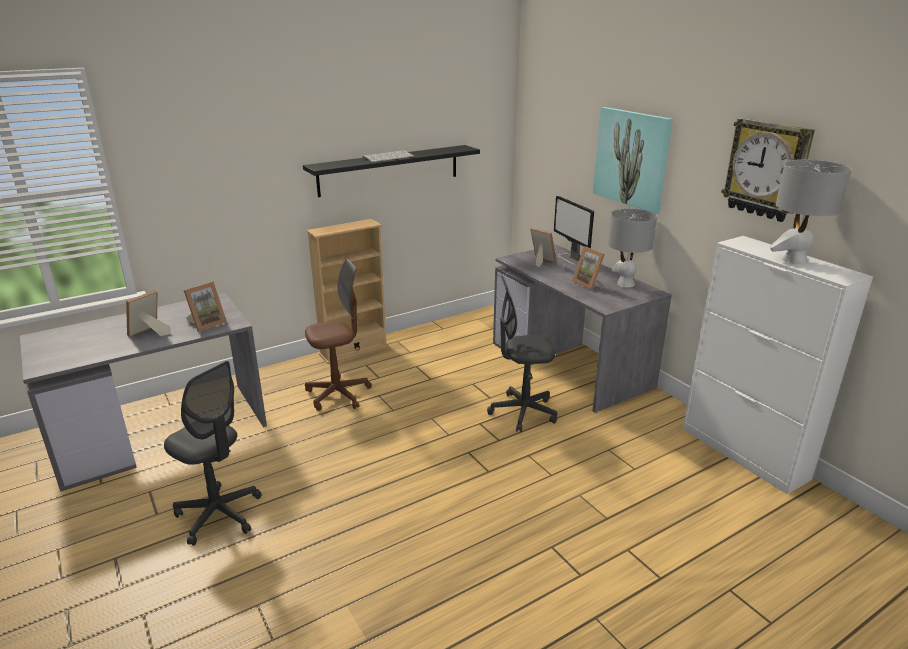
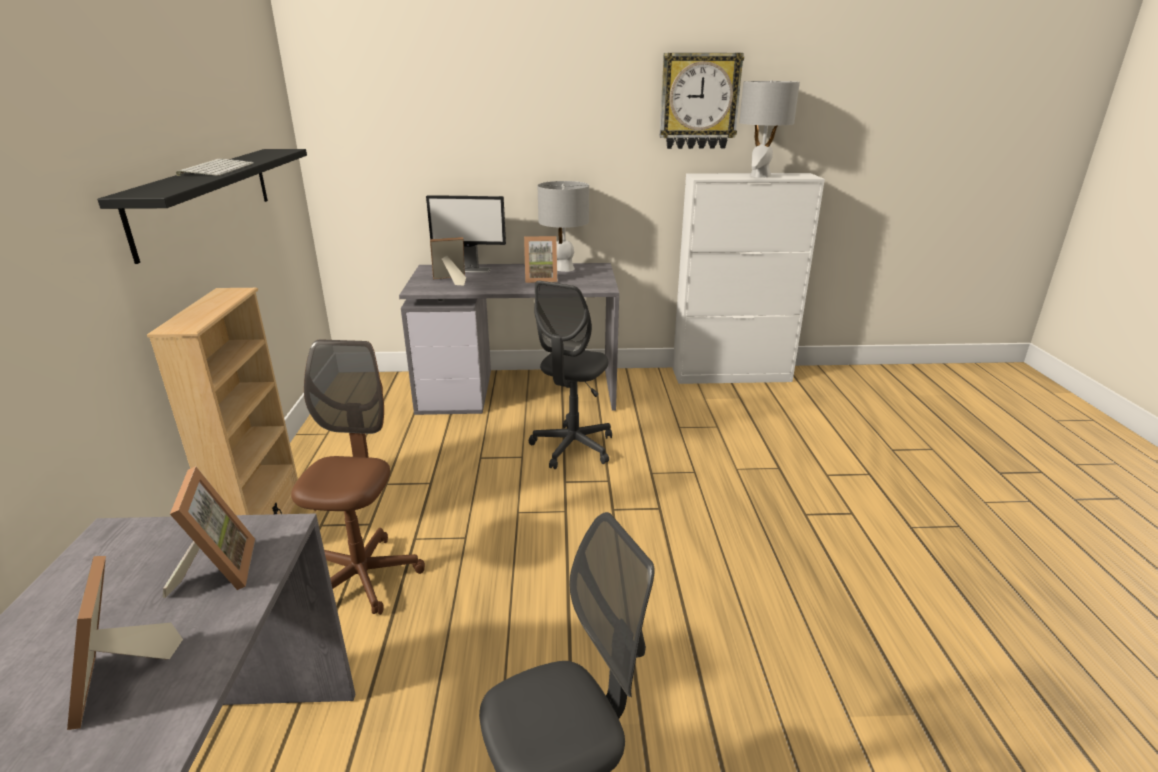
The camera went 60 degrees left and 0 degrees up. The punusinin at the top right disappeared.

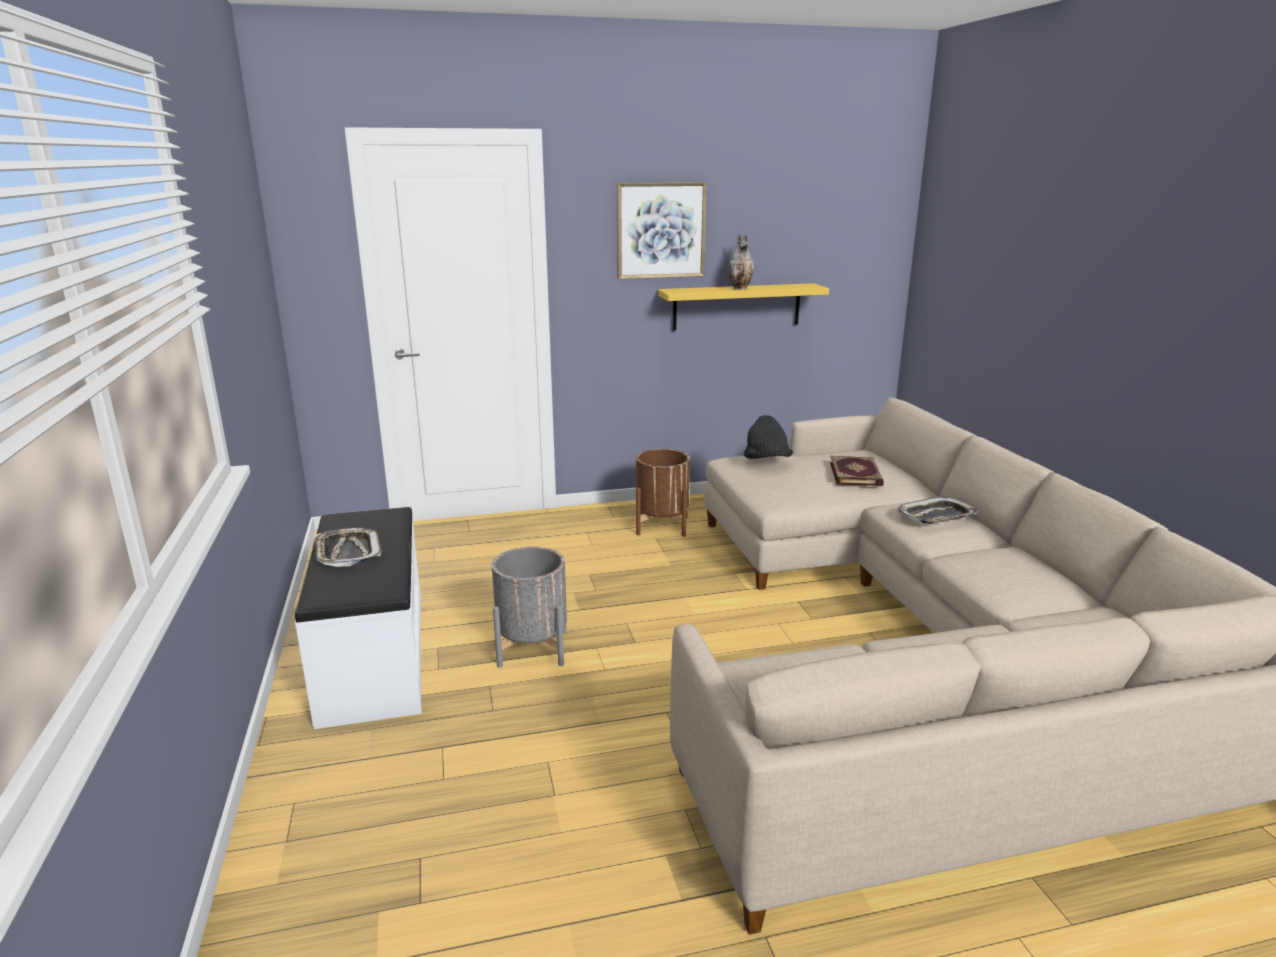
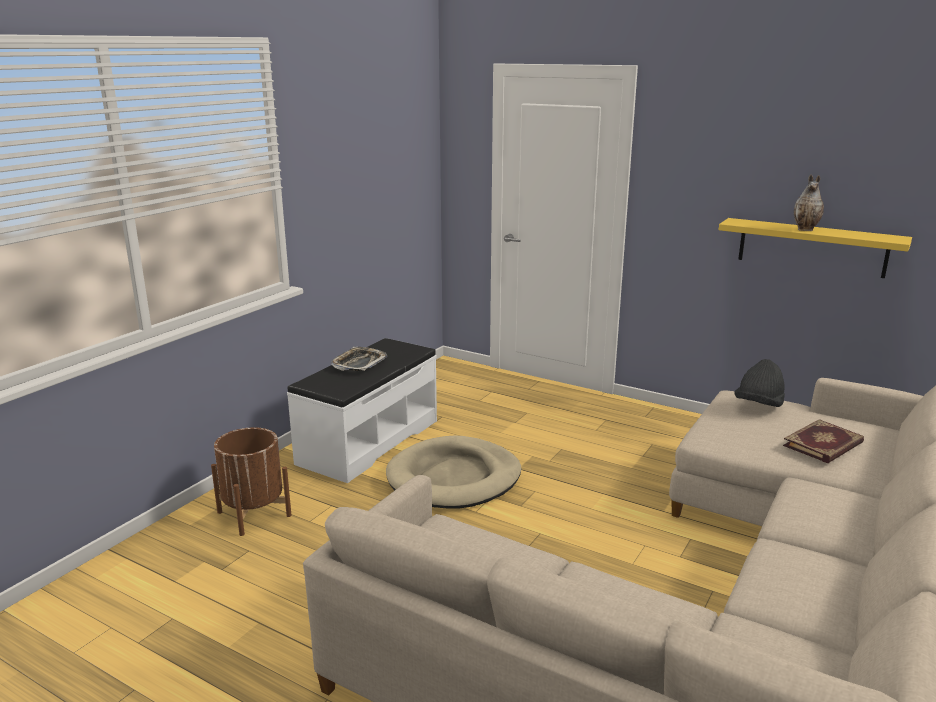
The camera went 45 degrees right and 0 degrees up. The punusinin at the top centre disappeared. The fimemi (no. 2 from left) at the middle right disappeared. The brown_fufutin moved from the centre to the bottom left. The grey_fufutin at the centre was replaced by the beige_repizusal at the bottom centre.

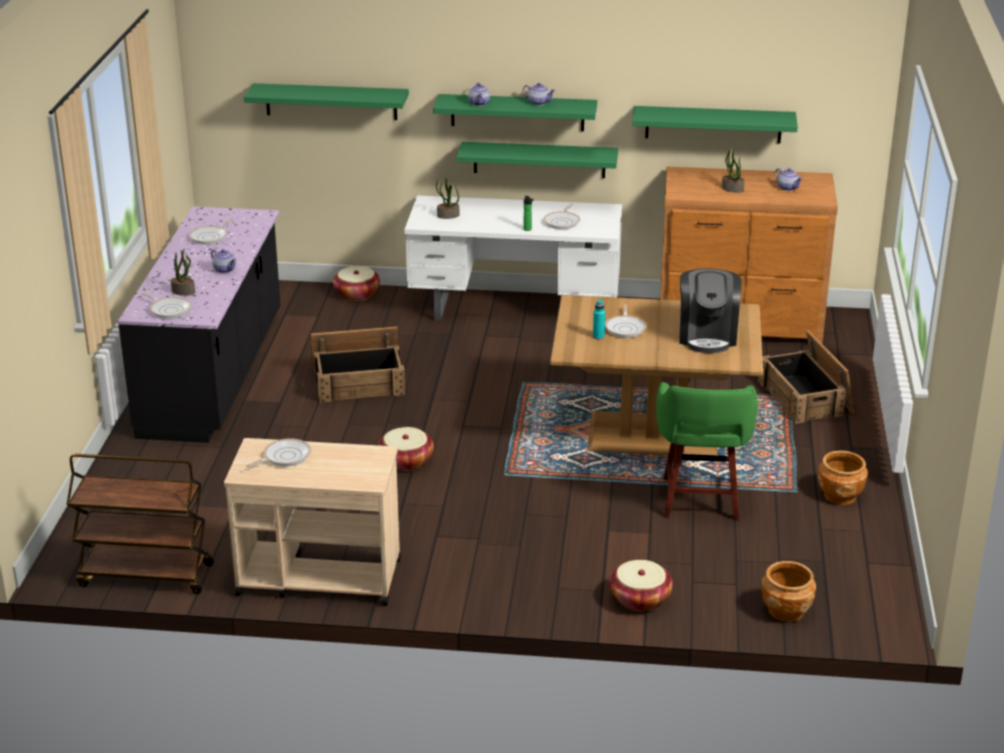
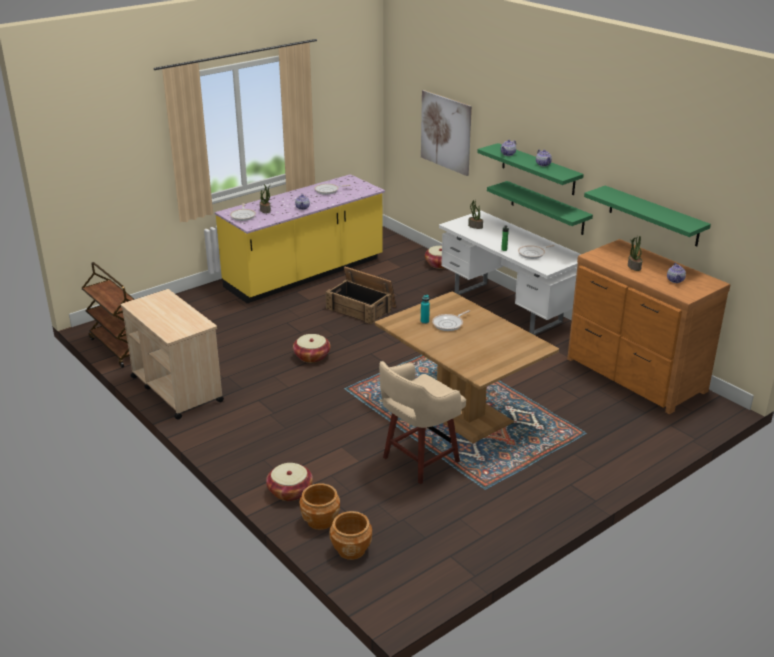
The camera went 45 degrees right and 0 degrees up. The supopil (no. 3 from left) at the middle left disappeared. The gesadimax at the middle right disappeared. The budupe (no. 2 from left) at the middle right disappeared. The brown_fufutin (no. 2 from left in the first image) moved from the middle right to the bottom centre. The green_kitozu (no. 1 from left) at the top left was replaced by the punusinin at the top centre. The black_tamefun at the middle left became the yellow_tamefun at the centre. The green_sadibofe at the middle right became the beige_sadibofe at the centre.

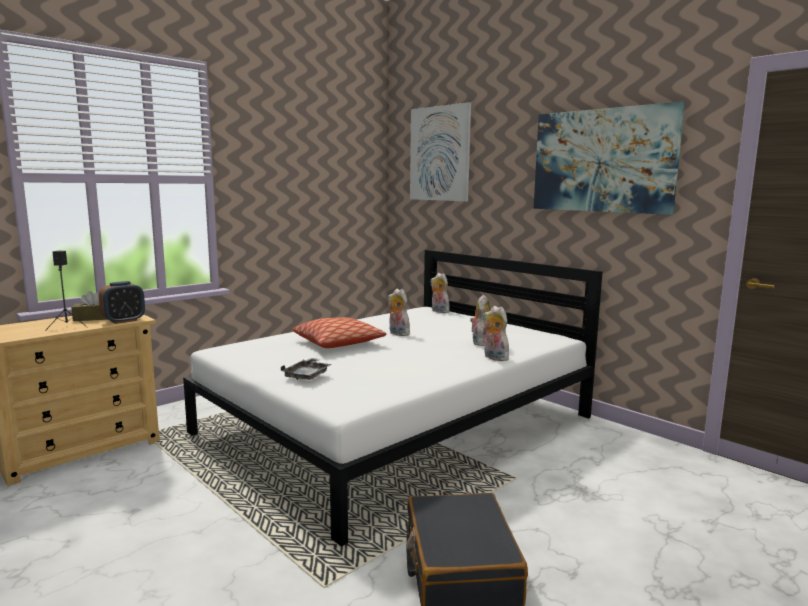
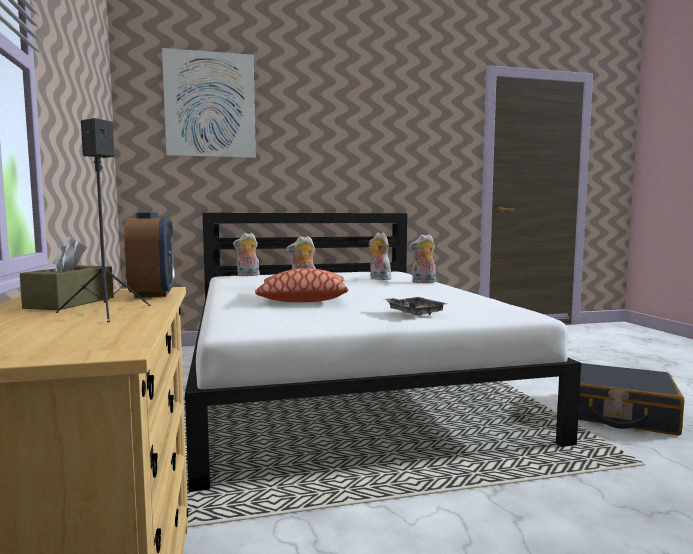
The camera went 60 degrees left and 5 degrees down. The punusinin (no. 2 from left) at the top right disappeared.

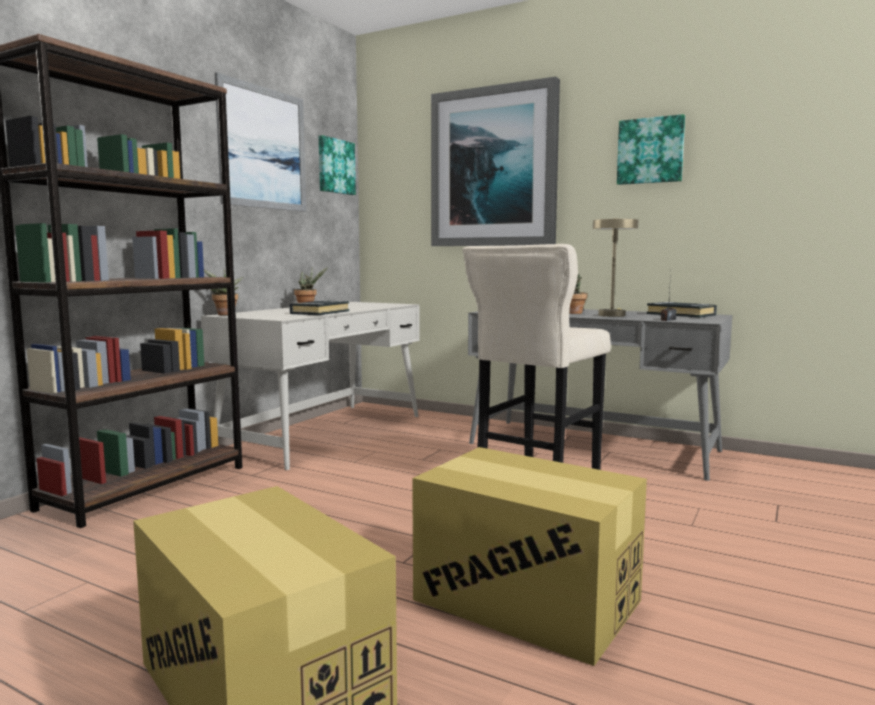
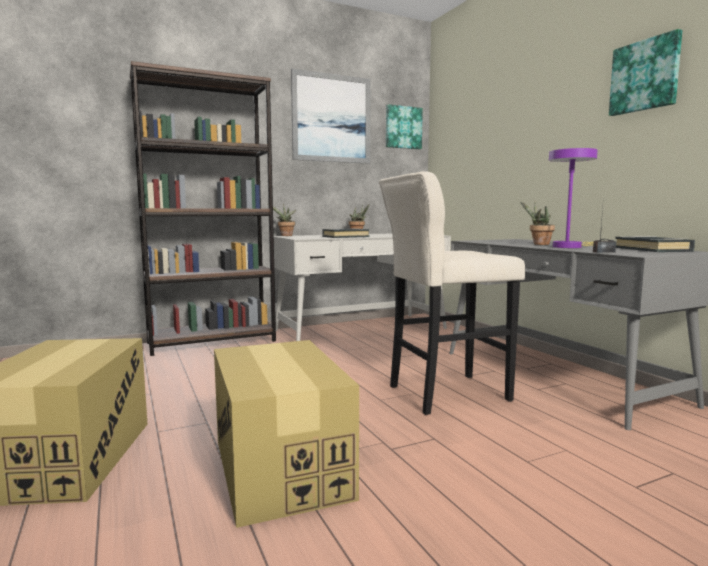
The camera went 35 degrees right and 0 degrees up. The punusinin (no. 3 from left) at the top centre disappeared. The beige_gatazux at the middle right became the purple_gatazux at the middle right.

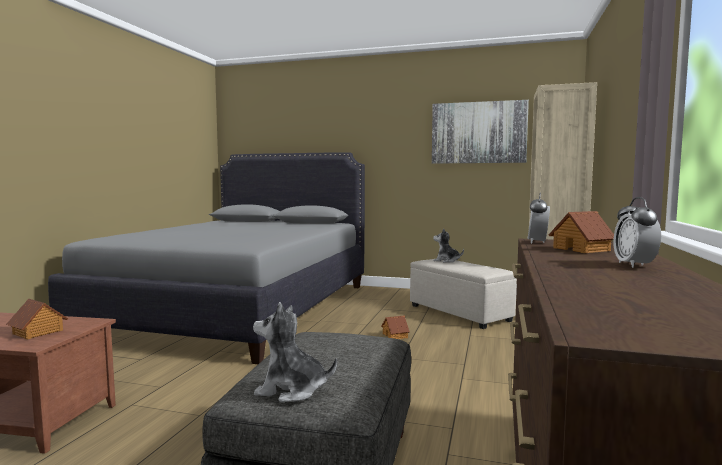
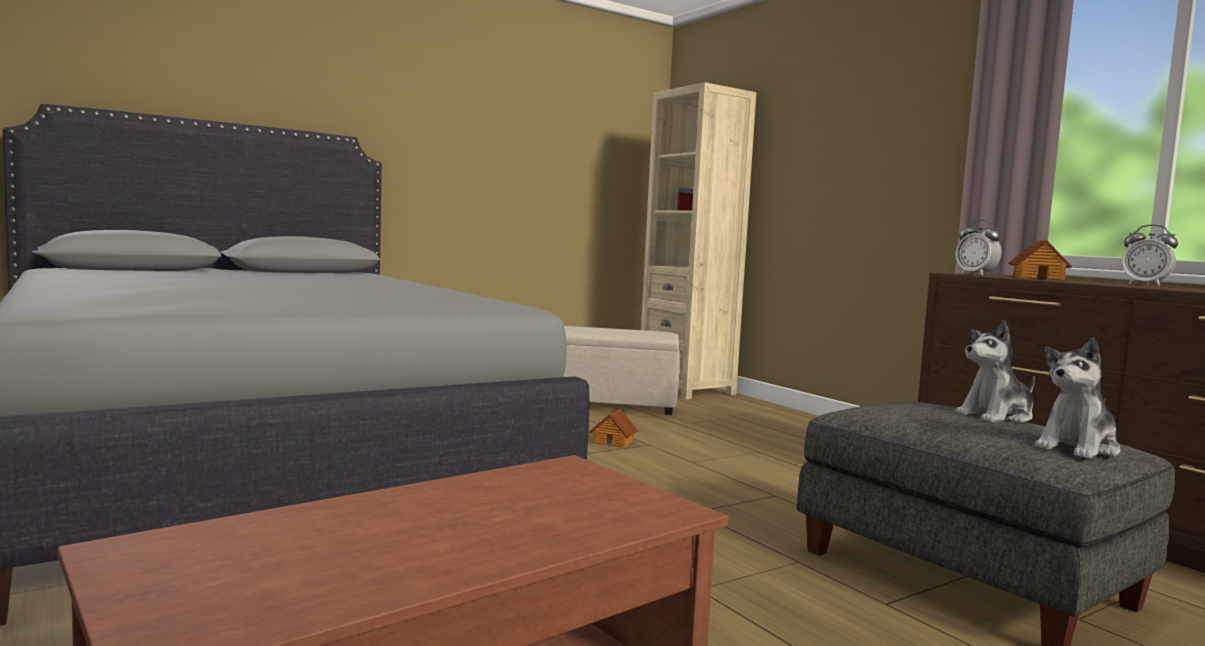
The camera went 50 degrees left and 0 degrees up. The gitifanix (no. 1 from left) at the bottom left disappeared. The punusinin at the top centre disappeared. The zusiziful (no. 2 from left in the first image) moved from the centre to the middle right.

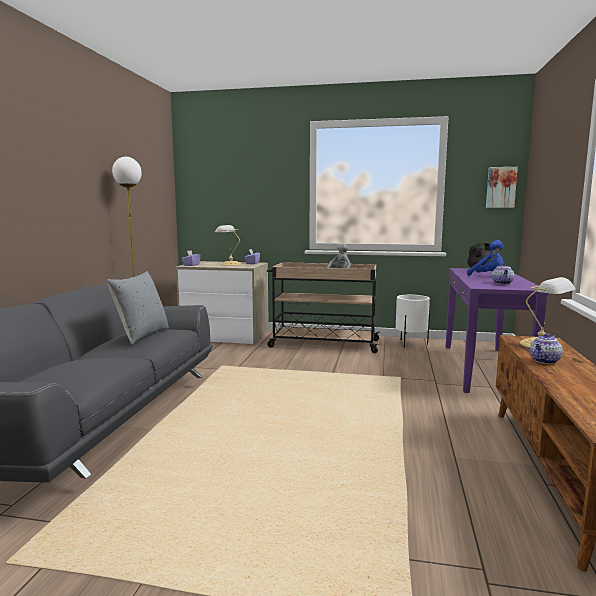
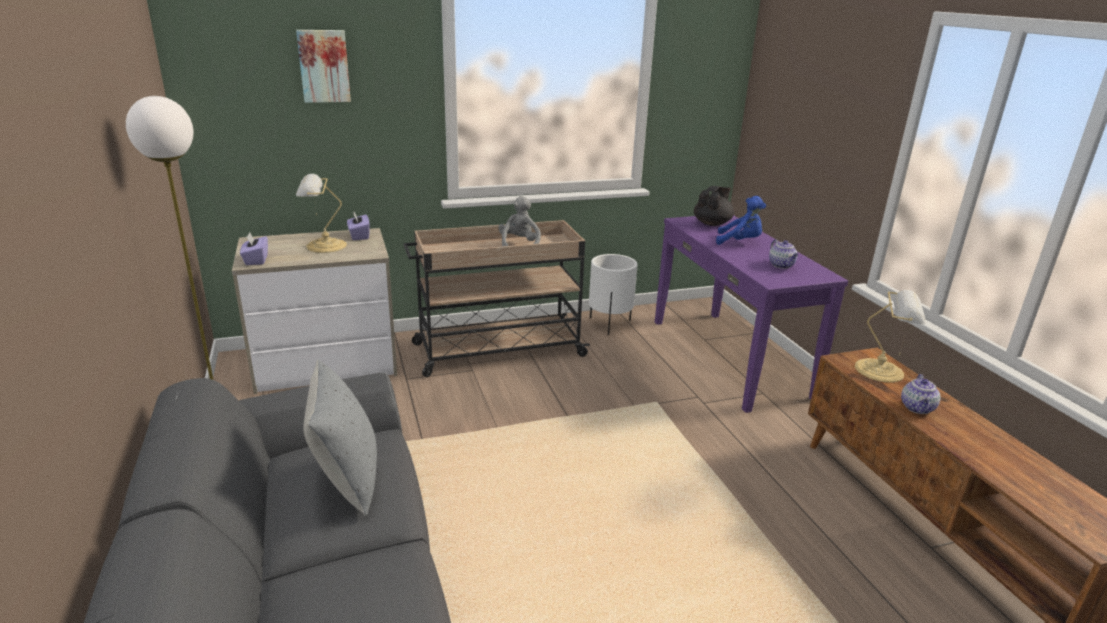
The camera went 30 degrees left and 15 degrees up. The punusinin moved from the top right to the top left.

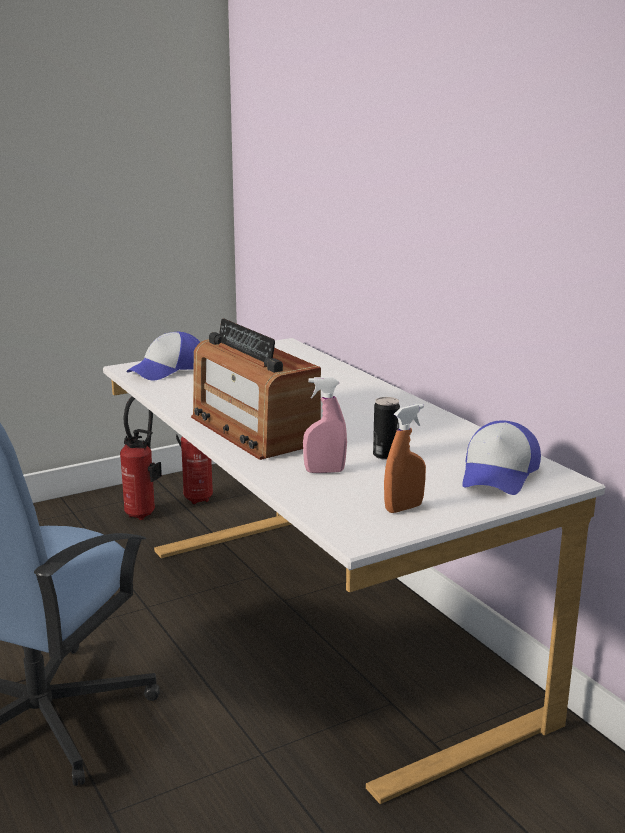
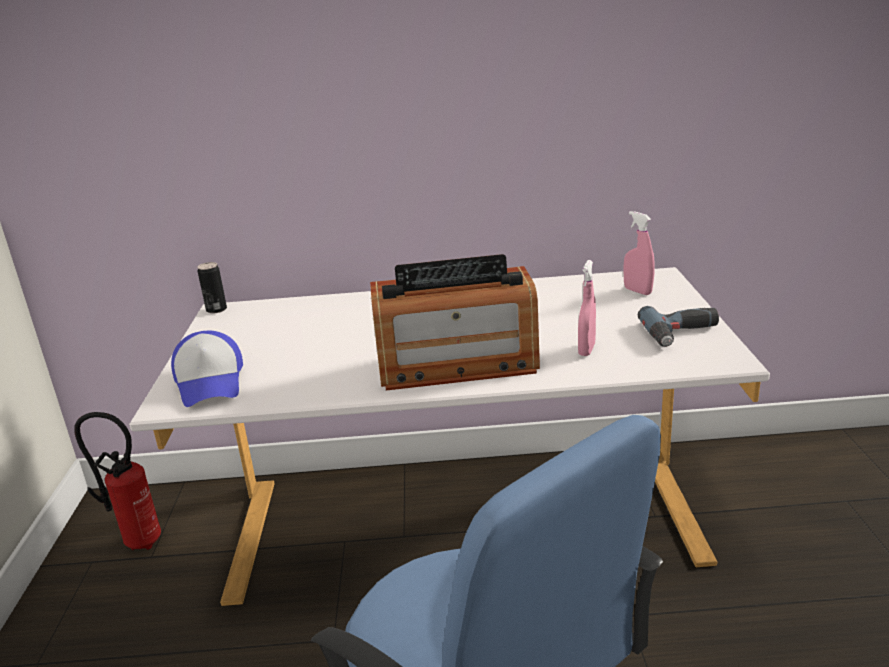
The camera went 60 degrees left and 5 degrees up. The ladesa (no. 1 from left) at the middle left disappeared. The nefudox moved from the centre to the middle left. The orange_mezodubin at the centre was replaced by the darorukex at the middle right. The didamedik (no. 2 from left) at the middle right was replaced by the pink_mezodubin (no. 2 from left) at the middle right.

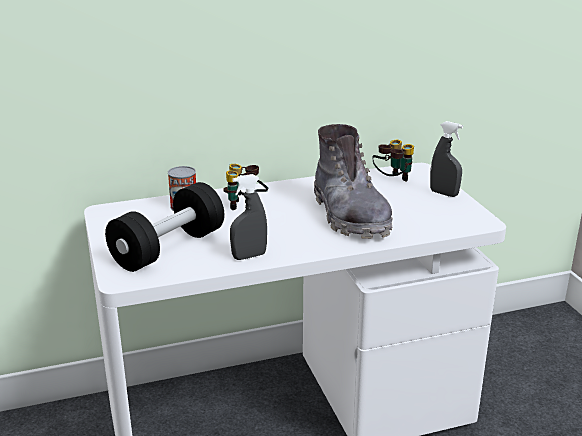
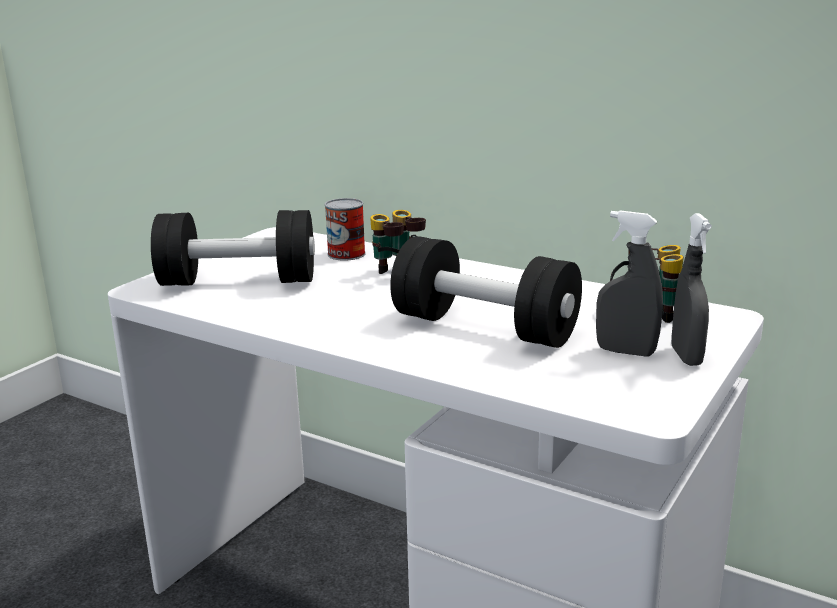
The camera went 50 degrees right and 5 degrees down. The grey_mezodubin (no. 1 from left) moved from the centre to the middle right. The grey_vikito at the centre was replaced by the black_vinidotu (no. 2 from left) at the centre.

